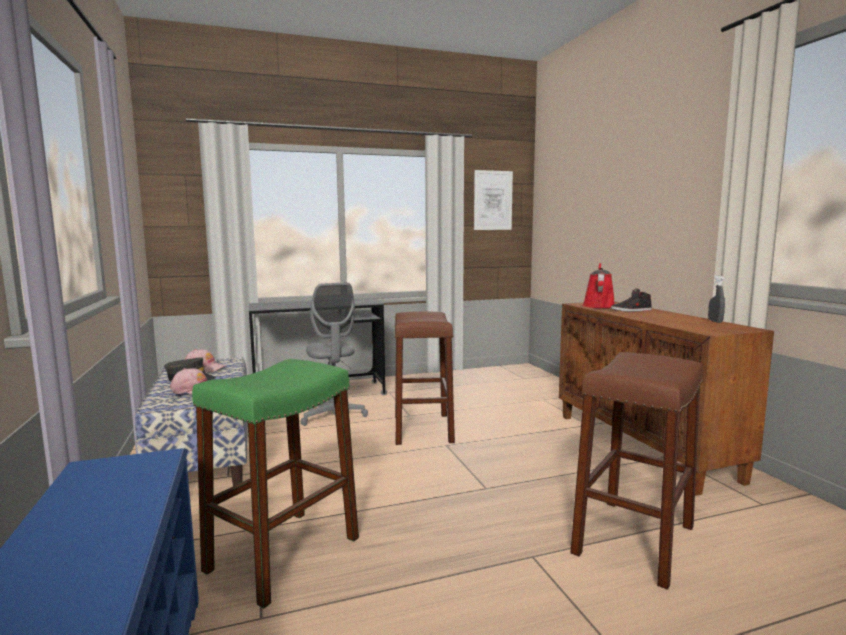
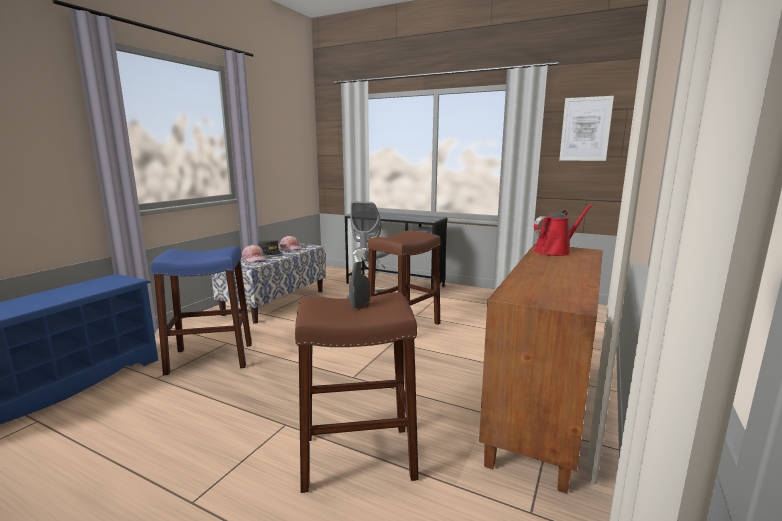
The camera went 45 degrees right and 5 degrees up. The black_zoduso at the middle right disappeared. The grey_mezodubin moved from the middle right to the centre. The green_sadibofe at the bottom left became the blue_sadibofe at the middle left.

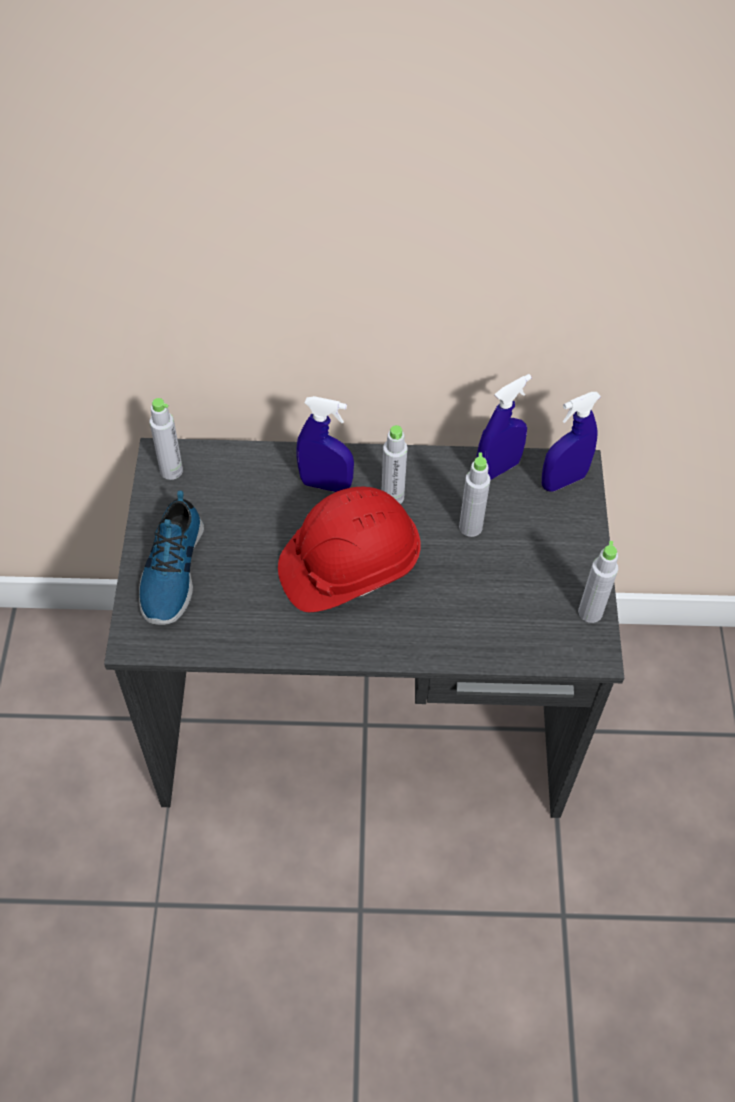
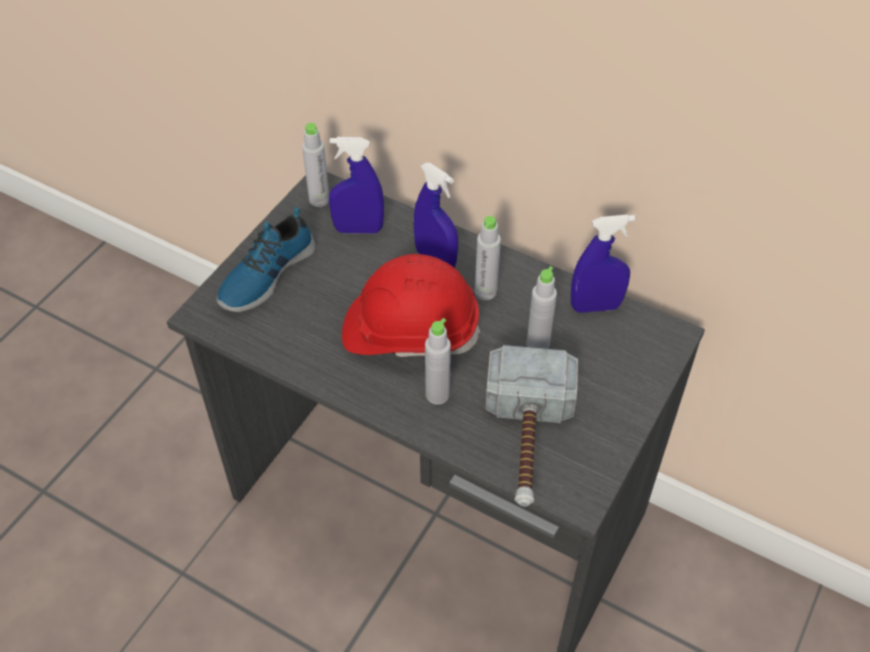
The camera went 30 degrees right and 5 degrees down. The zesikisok at the centre appeared. The blue_mezodubin (no. 3 from left in the first image) moved from the middle right to the top centre. The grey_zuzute (no. 4 from left in the first image) moved from the middle right to the centre.

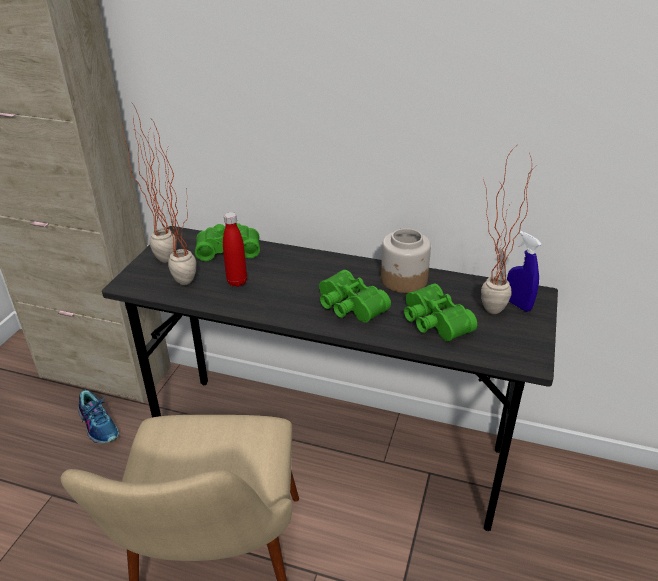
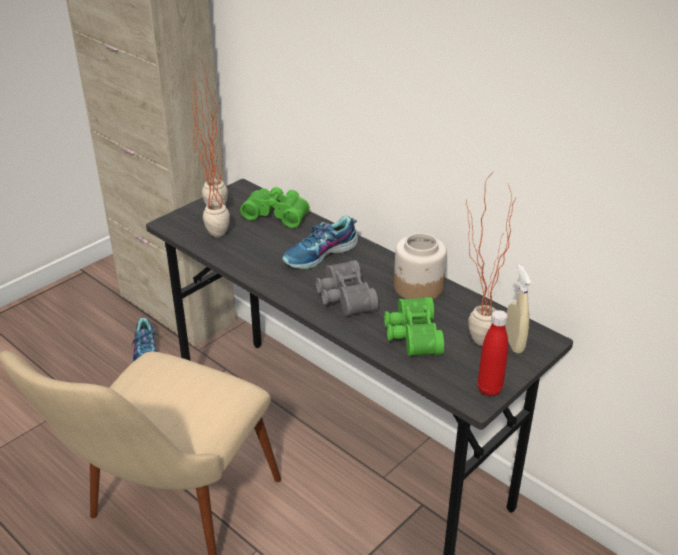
The camera went 25 degrees right and 0 degrees up. The zoduso (no. 2 from left) at the centre appeared. The red_zuzute moved from the centre to the middle right. The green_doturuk (no. 2 from left) at the centre became the grey_doturuk at the centre. The blue_mezodubin at the middle right became the beige_mezodubin at the middle right.

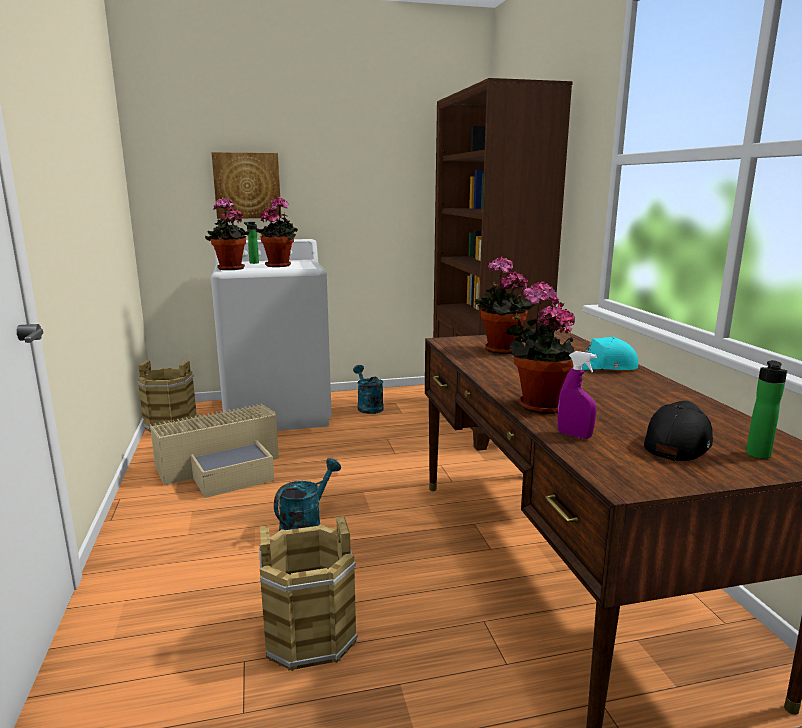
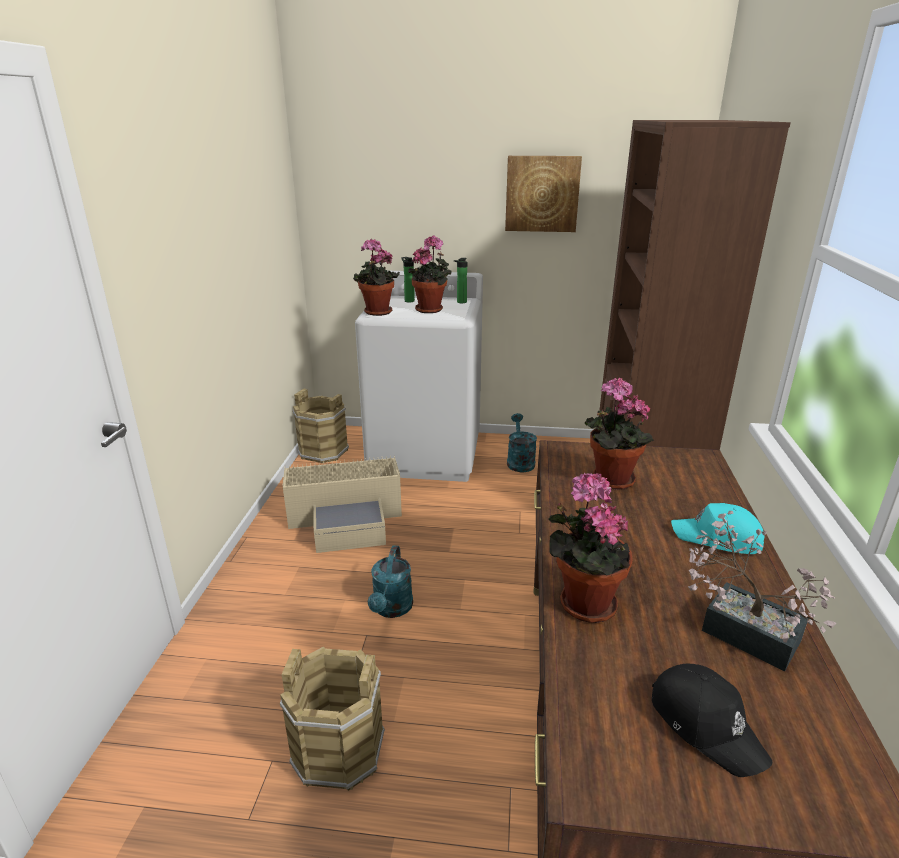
The camera went 20 degrees right and 10 degrees up. The purple_mezodubin at the middle right disappeared. The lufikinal (no. 5 from left) at the bottom right appeared. The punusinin moved from the top left to the top centre. The zuzute (no. 2 from left) moved from the middle right to the top centre. The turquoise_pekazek (no. 1 from left) at the bottom centre turned 135 degrees clockwise. The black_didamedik at the middle right turned 90 degrees clockwise.

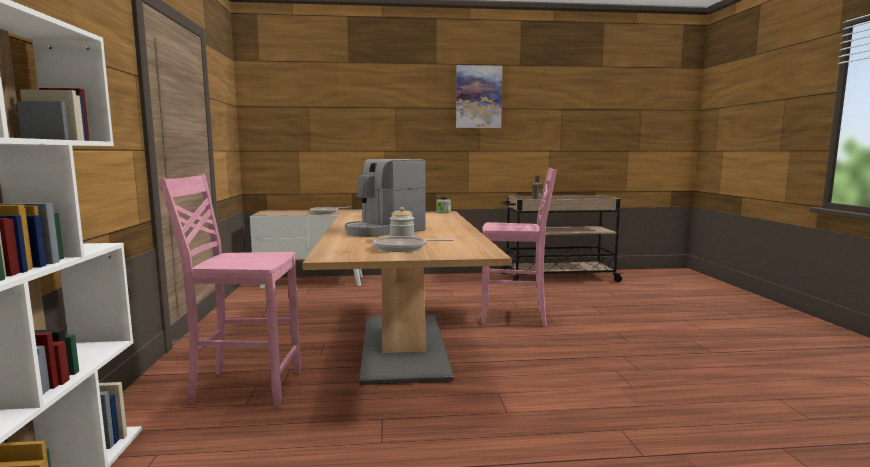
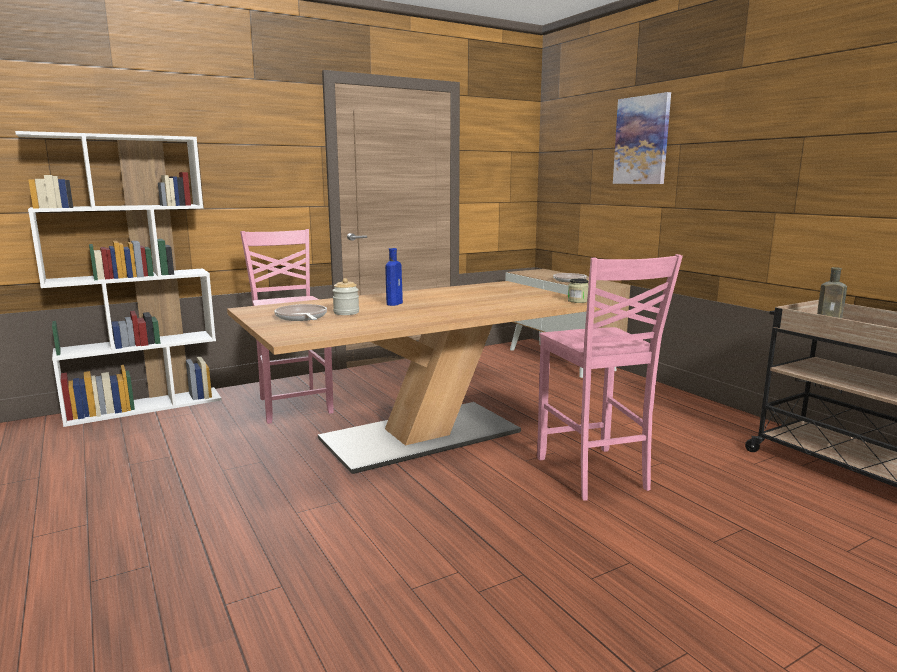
The camera went 65 degrees right and 5 degrees up. The punusinin moved from the top centre to the top right. The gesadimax at the centre was replaced by the blue_zuzute at the centre.

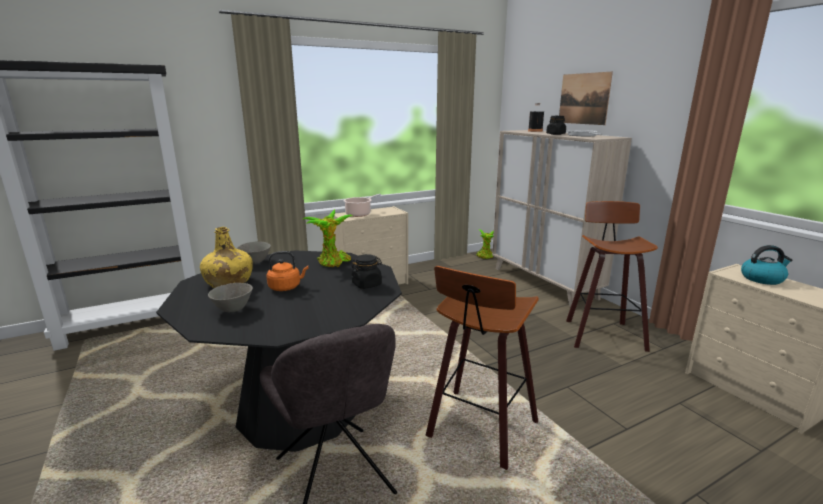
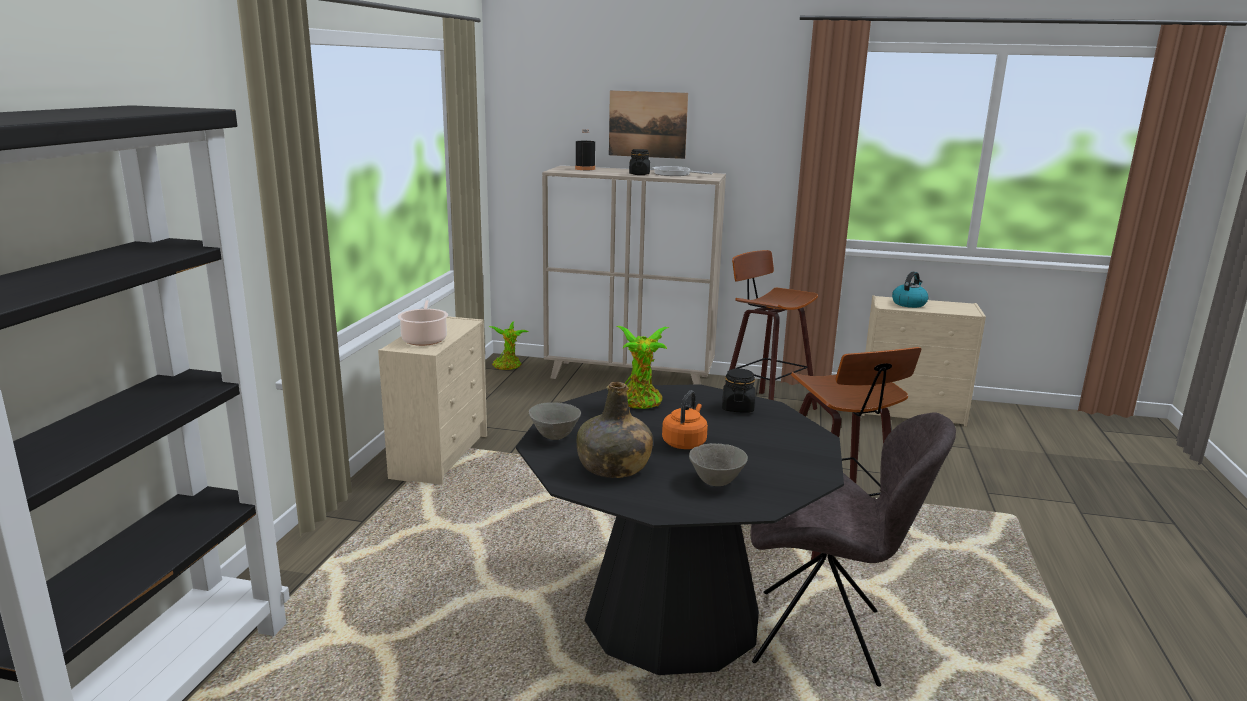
The camera went 50 degrees left and 0 degrees up. The yellow_zuzute at the middle left became the green_zuzute at the centre.

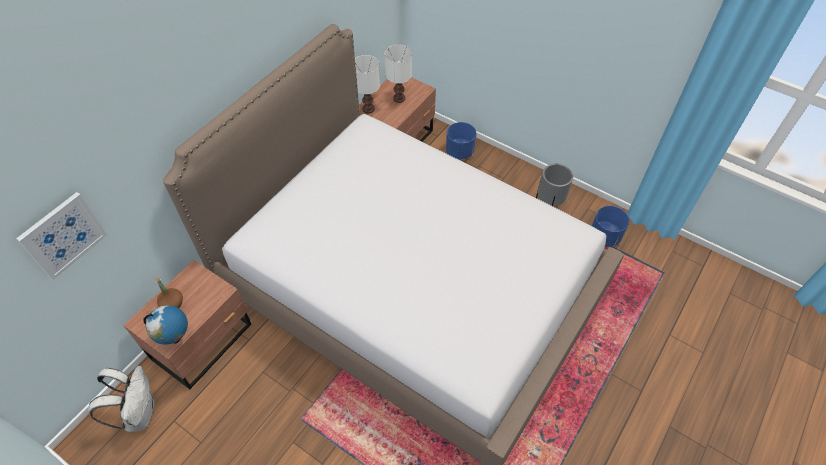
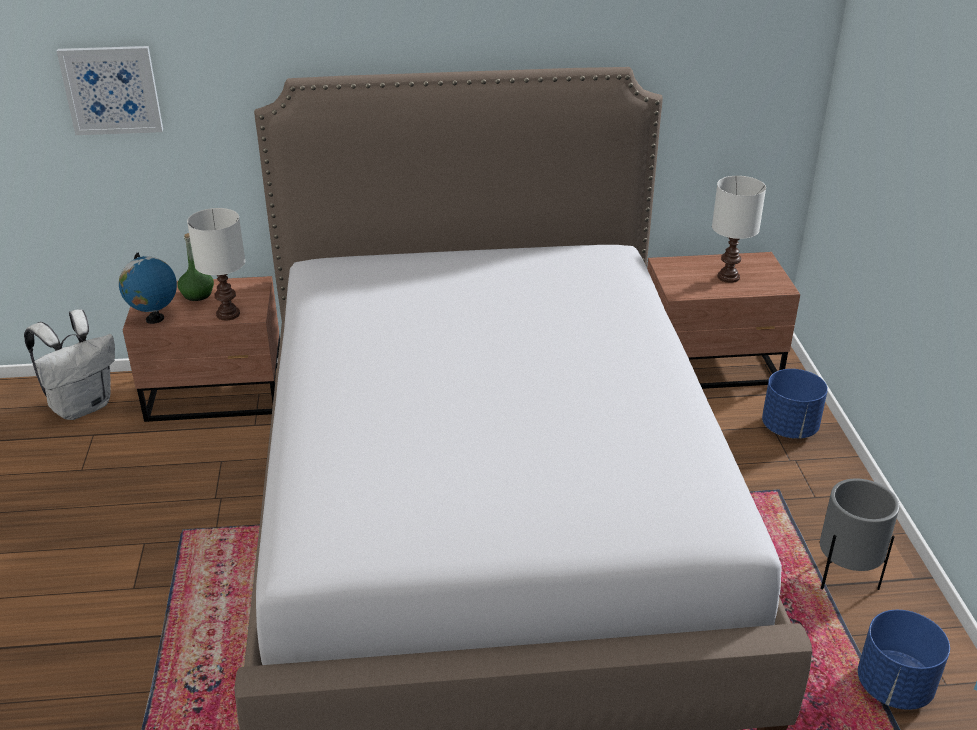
The camera went 50 degrees right and 20 degrees down. The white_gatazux (no. 1 from left) moved from the top centre to the middle left. The brown_zuzute at the middle left became the green_zuzute at the middle left.

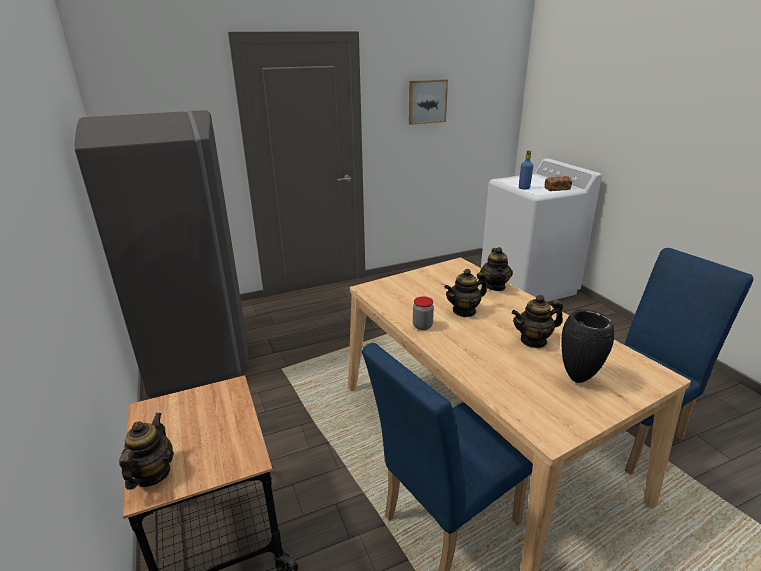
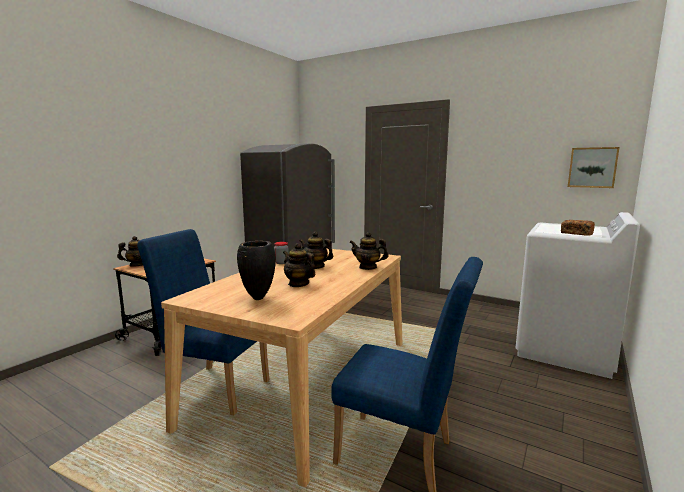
The camera went 55 degrees right and 15 degrees down. The blue_zuzute at the top right disappeared. The punusinin moved from the top centre to the middle right. The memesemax (no. 3 from left in the first image) at the centre turned 45 degrees clockwise.

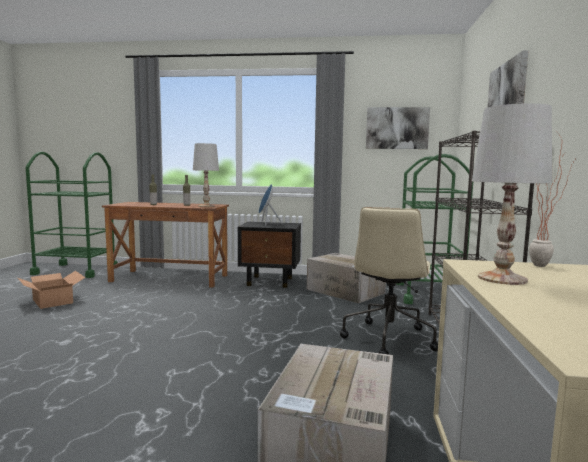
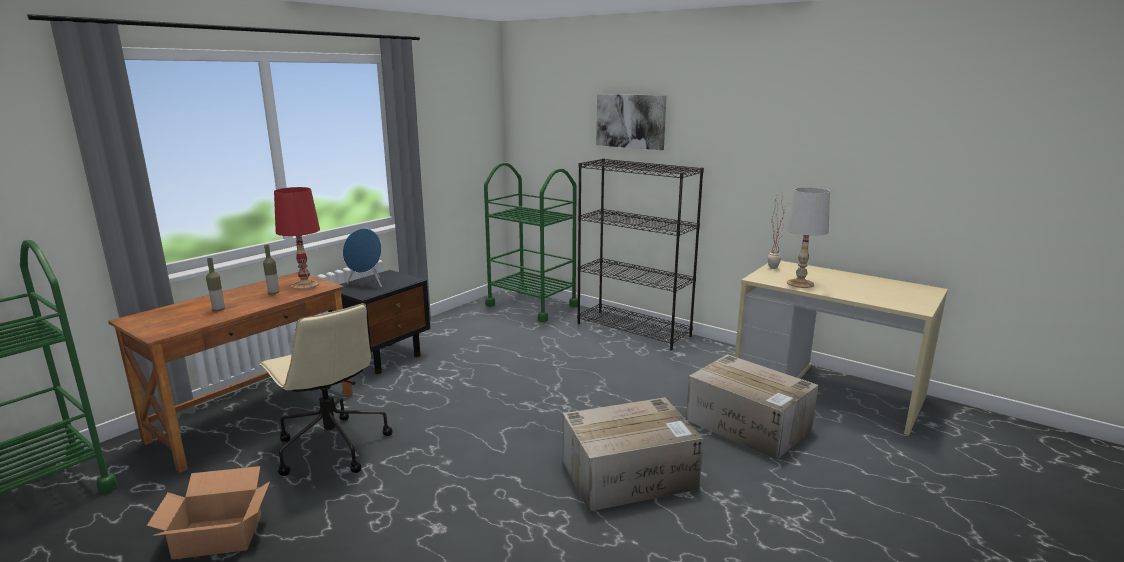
The camera went 60 degrees left and 10 degrees up. The punusinin (no. 1 from left) at the top right disappeared. The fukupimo (no. 3 from left in the first image) moved from the centre to the bottom centre. The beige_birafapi moved from the centre to the bottom left. The white_gatazux (no. 1 from left) at the centre became the red_gatazux at the middle left.

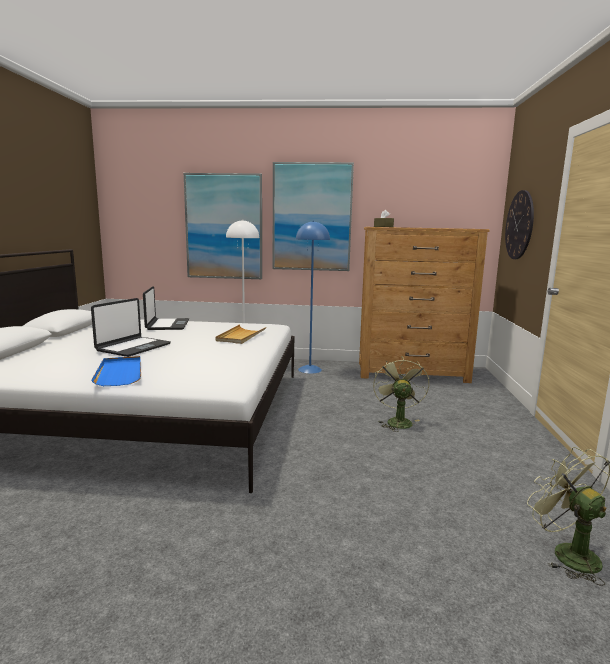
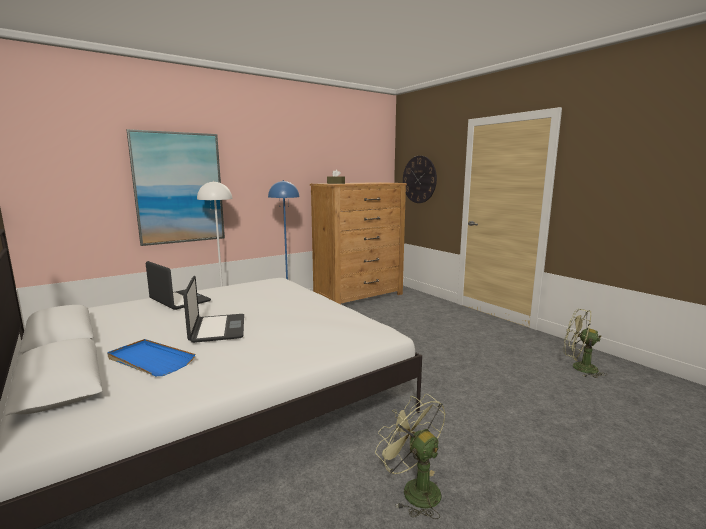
The camera went 40 degrees left and 0 degrees up. The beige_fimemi at the centre disappeared. The punusinin (no. 2 from left) at the top centre disappeared. The blue_fimemi moved from the middle left to the bottom left. The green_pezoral (no. 1 from left) moved from the centre to the bottom centre.

